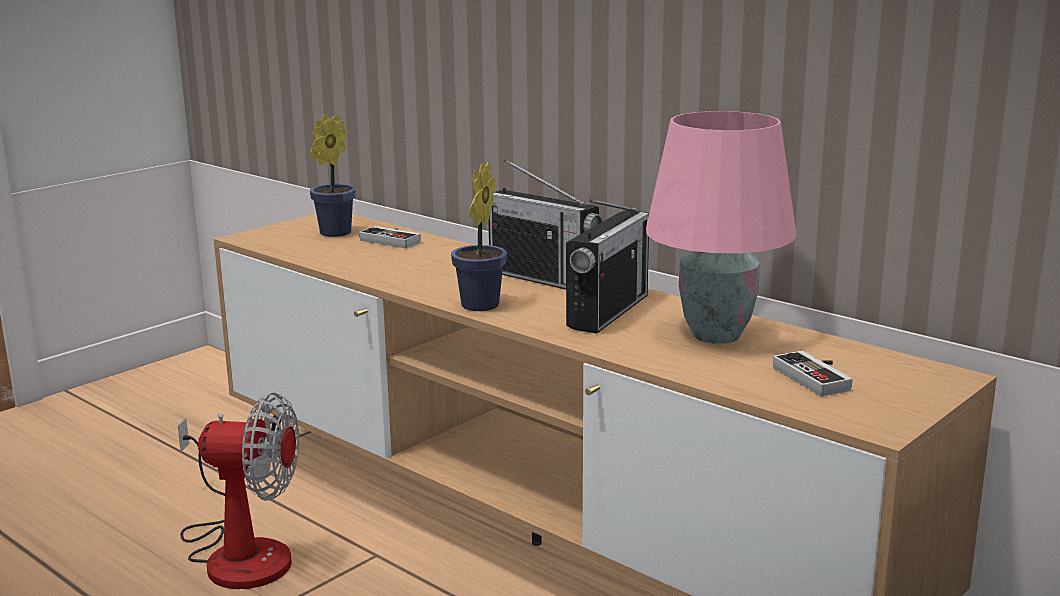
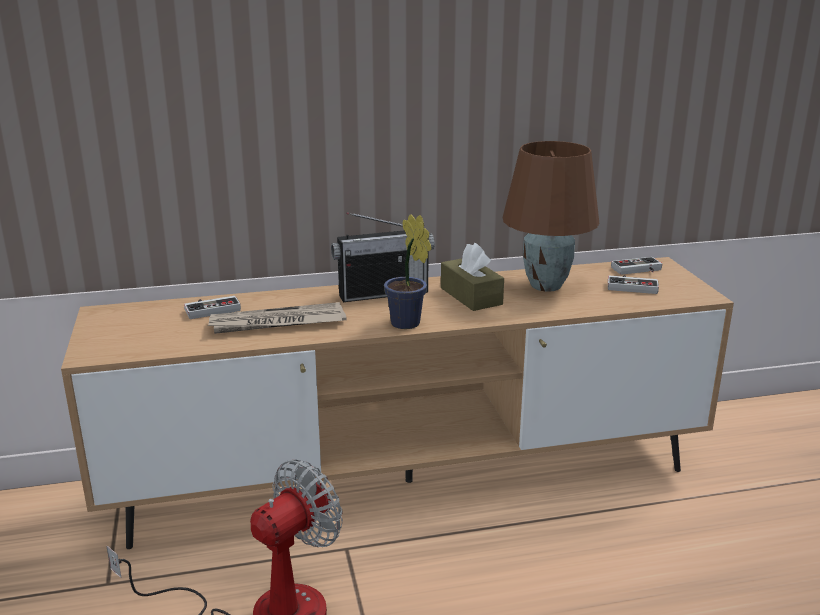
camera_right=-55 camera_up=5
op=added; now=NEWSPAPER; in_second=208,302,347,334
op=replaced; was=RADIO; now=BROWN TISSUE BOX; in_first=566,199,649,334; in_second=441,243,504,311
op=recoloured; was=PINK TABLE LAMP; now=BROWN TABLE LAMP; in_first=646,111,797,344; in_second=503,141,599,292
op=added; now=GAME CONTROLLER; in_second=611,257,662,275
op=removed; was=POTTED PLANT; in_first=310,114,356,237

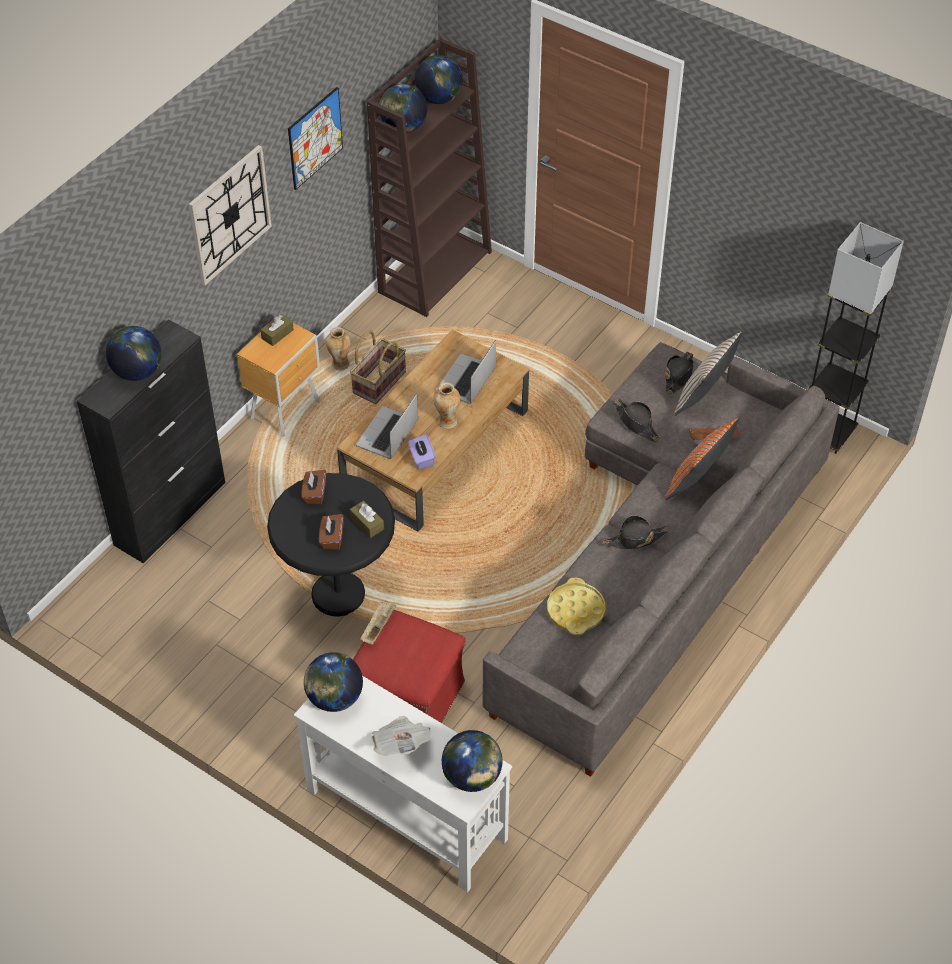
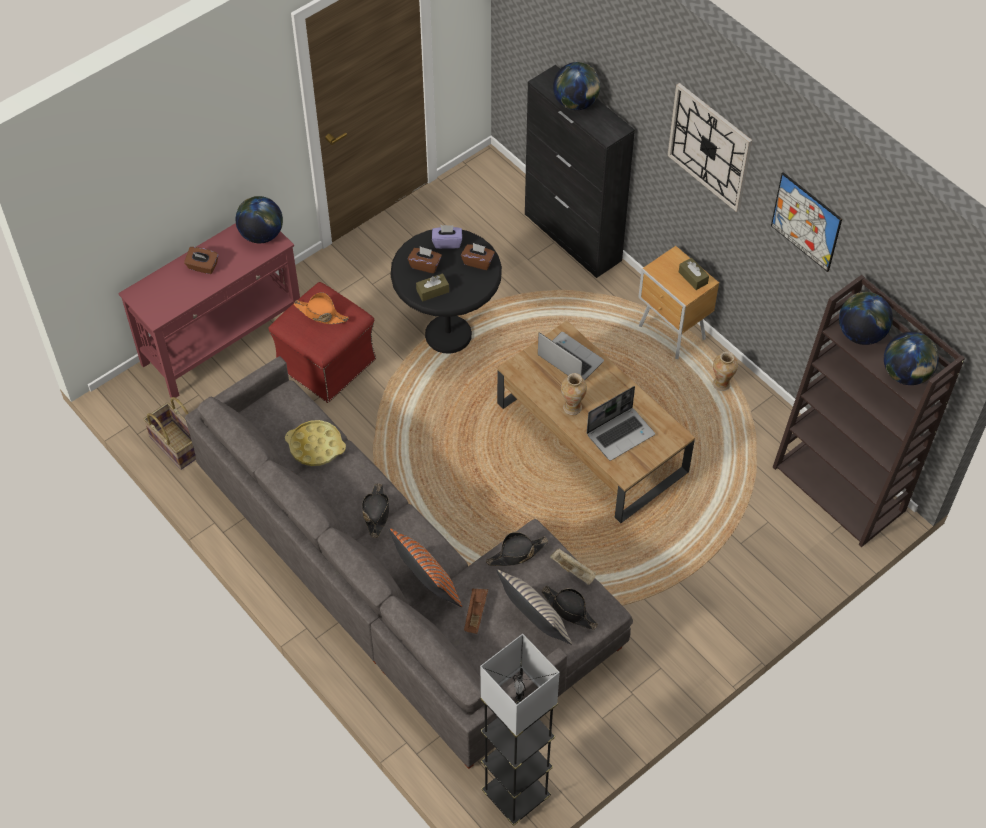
camera_right=105 camera_up=5
op=recoloured; was=WHITE CONSOLE TABLE; now=RED CONSOLE TABLE; in_first=294,676,512,893; in_second=118,223,300,398
op=moved; was=BASKET; in_first=350,330,406,404; in_second=143,397,196,470
op=replaced; was=NEWSPAPER; now=BROWN TISSUE BOX; in_first=371,716,431,756; in_second=184,247,218,274
op=added; now=ORANGE HAT; in_second=294,292,349,324
op=moved; was=PURPLE TISSUE BOX; in_first=408,434,435,469; in_second=432,225,462,249
op=moved; was=BEIGE TRAY; in_first=360,601,397,645; in_second=550,549,596,585
op=turned; was=LAPTOP; in_first=436,340,496,404; in_second=587,386,655,461; clockwise=105
op=removed; was=GLOBE; in_first=442,730,503,792

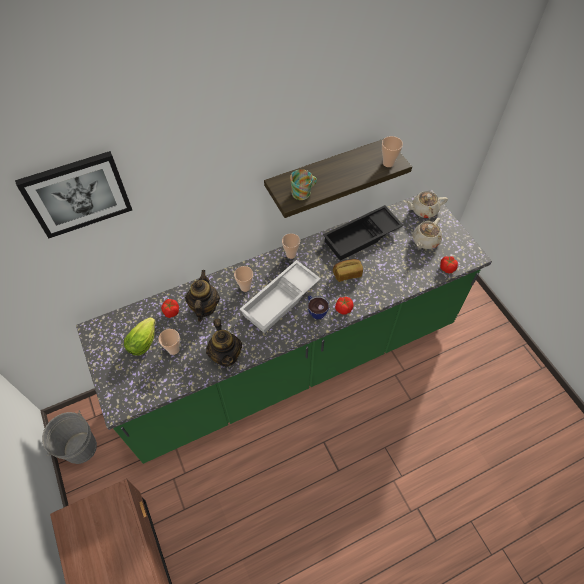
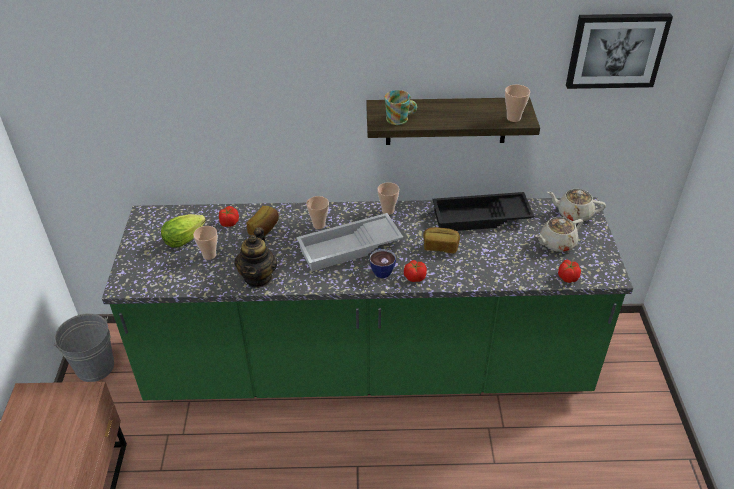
camera_right=25 camera_up=-15
op=replaced; was=TEAPOT; now=BREAD; in_first=185,270,220,322; in_second=246,206,279,236
op=moved; was=PICTURE; in_first=15,151,132,238; in_second=566,13,673,89

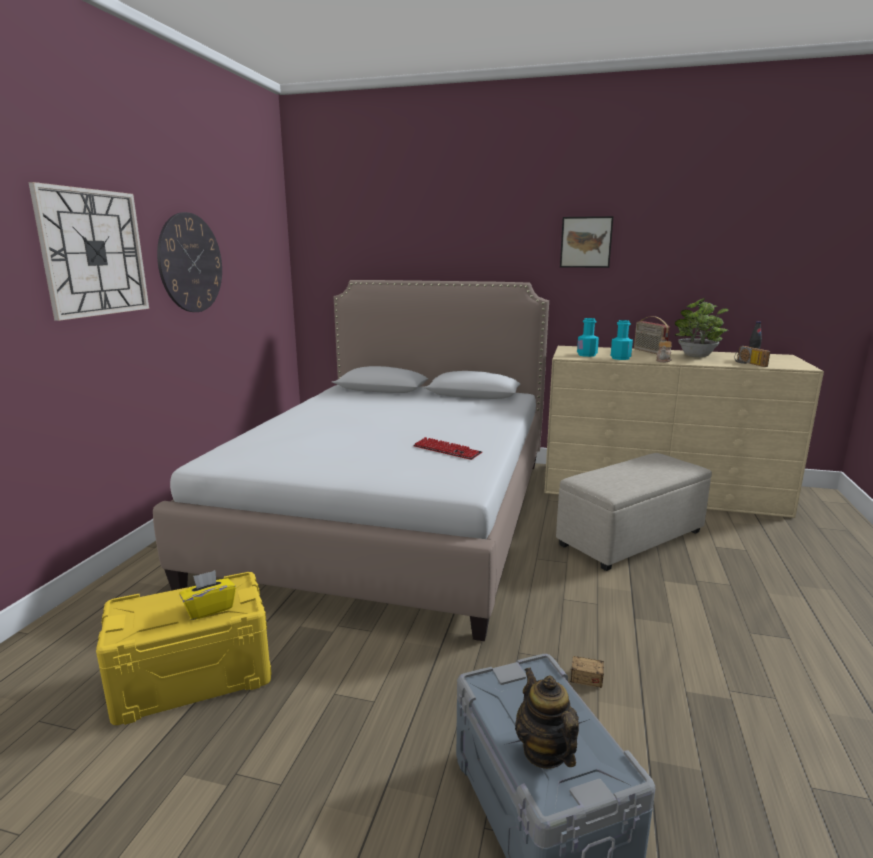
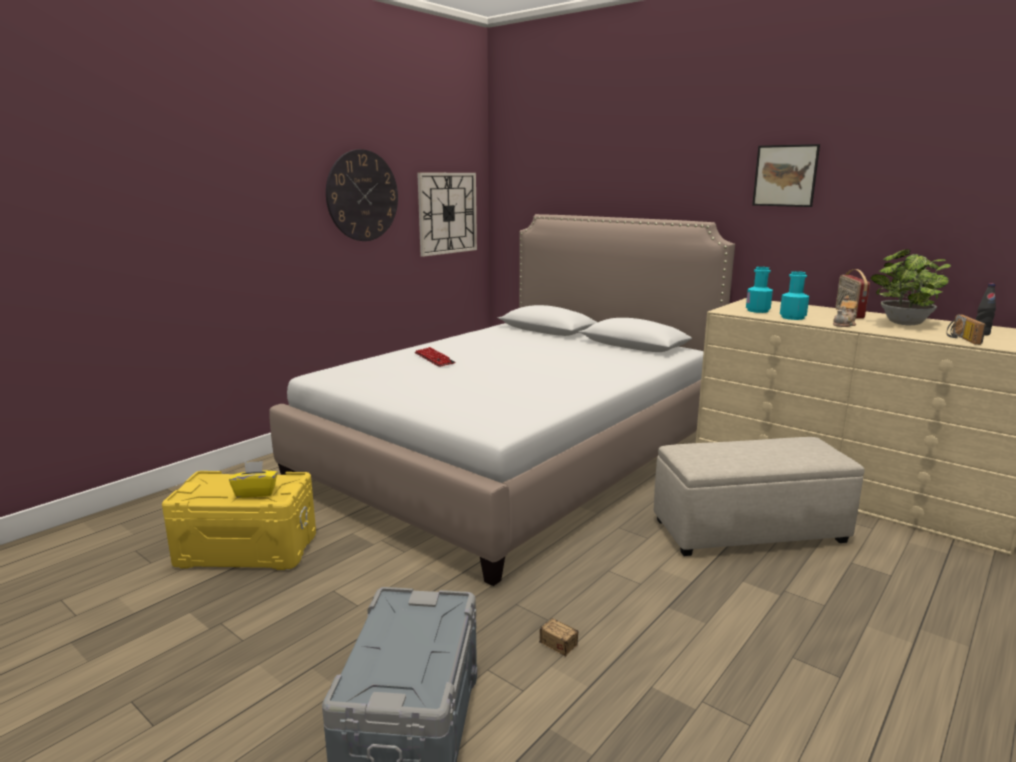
camera_right=25 camera_up=0
op=moved; was=KEYBOARD; in_first=413,437,482,460; in_second=415,347,456,367
op=moved; was=WALL CLOCK; in_first=28,182,149,321; in_second=417,173,477,257
op=removed; was=TEAPOT; in_first=515,667,579,769

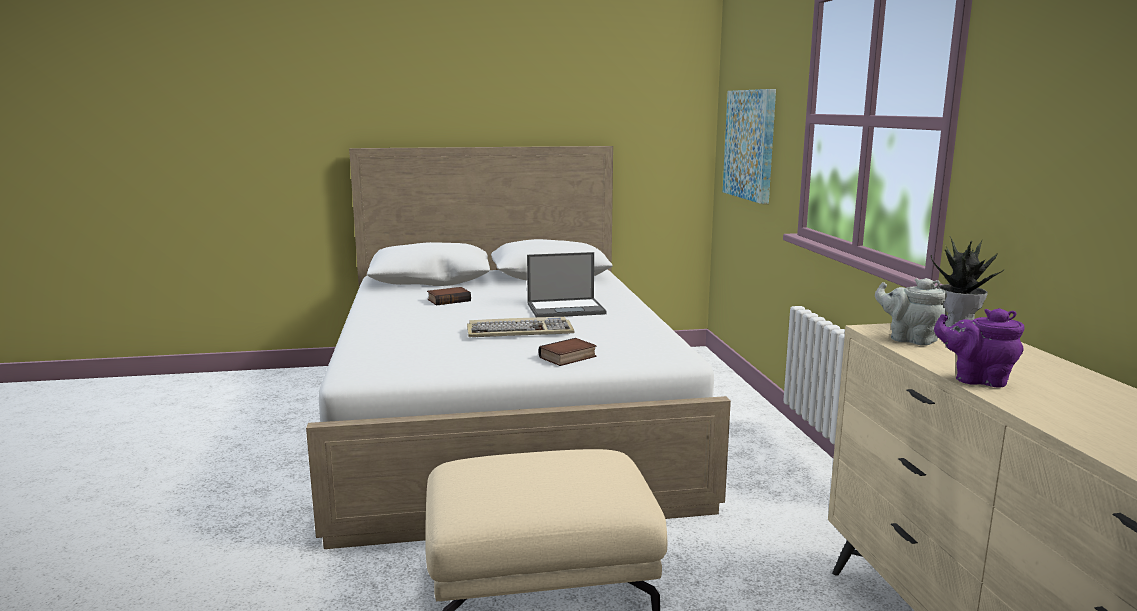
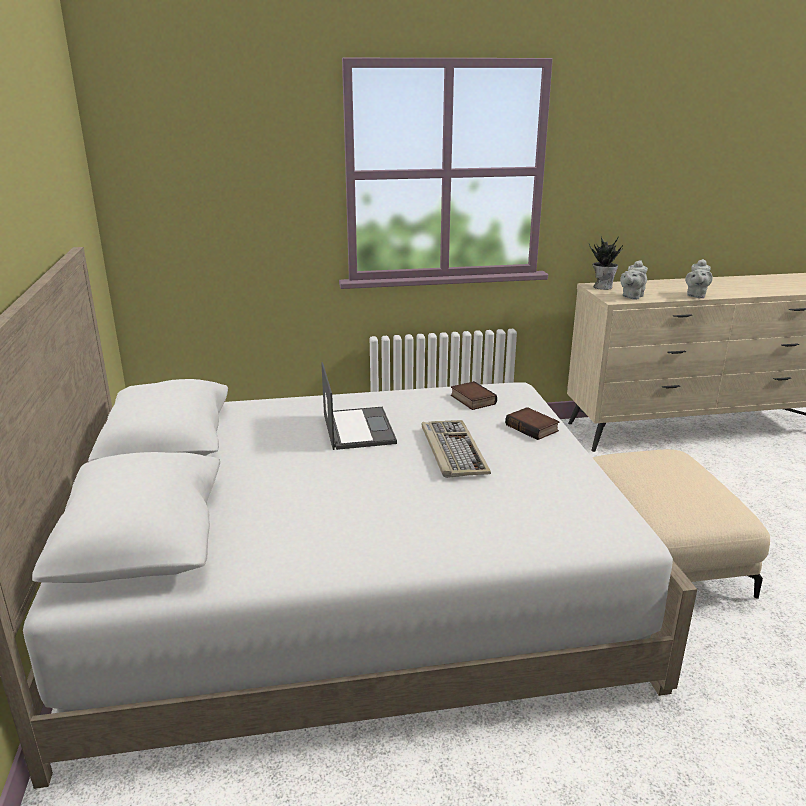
camera_right=-90 camera_up=10
op=moved; was=BOOK; in_first=427,287,471,305; in_second=451,381,497,410
op=recoloured; was=PURPLE TEAPOT; now=GREY TEAPOT; in_first=934,308,1024,388; in_second=685,259,713,298
op=removed; was=PICTURE; in_first=723,89,776,204

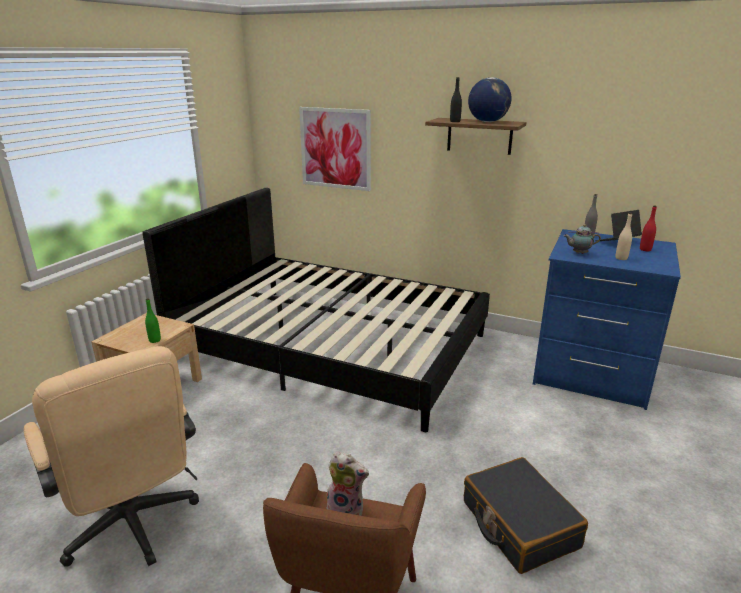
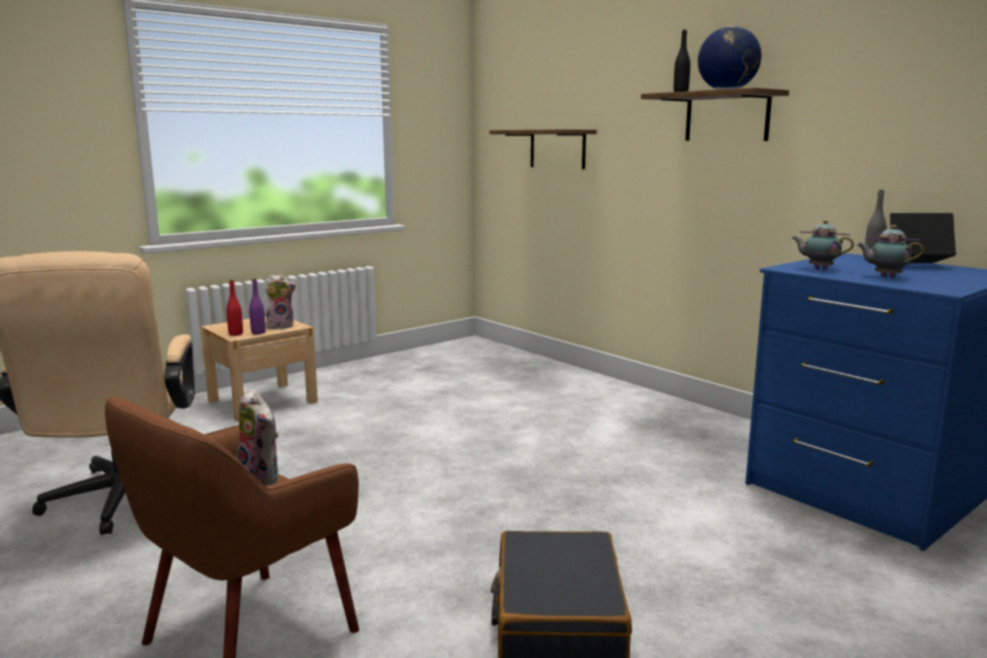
camera_right=25 camera_up=-10
op=moved; was=RED BOTTLE; in_first=640,206,657,251; in_second=226,280,243,336
op=recoloured; was=GREEN BOTTLE; now=PURPLE BOTTLE; in_first=145,298,161,343; in_second=249,279,266,334
op=added; now=PLUSH TOY; in_second=265,275,296,329
op=replaced; was=PICTURE; now=SHELF; in_first=299,107,371,191; in_second=490,129,597,169
op=replaced; was=BEIGE BOTTLE; now=TEAPOT; in_first=615,213,632,260; in_second=857,225,924,277
op=removed; was=BLACK BED; in_first=142,188,490,432

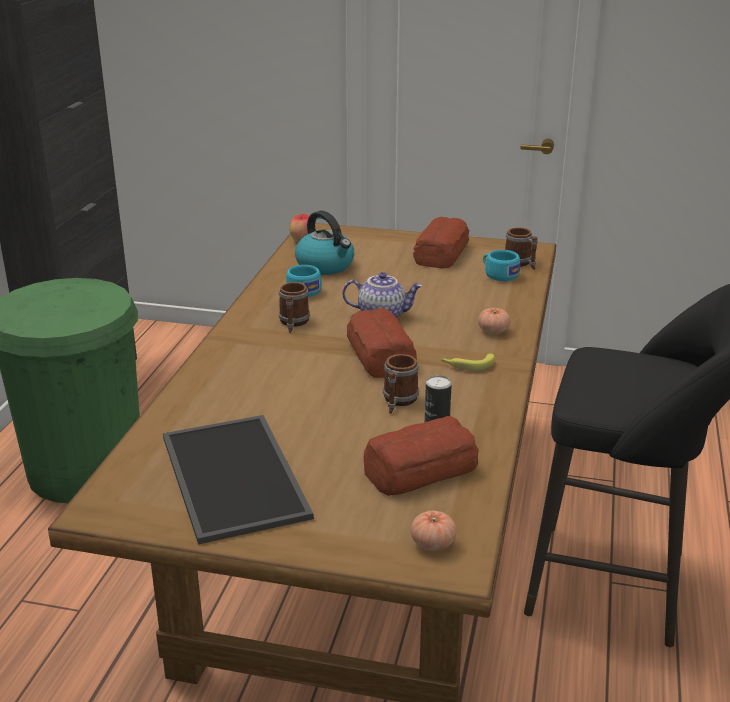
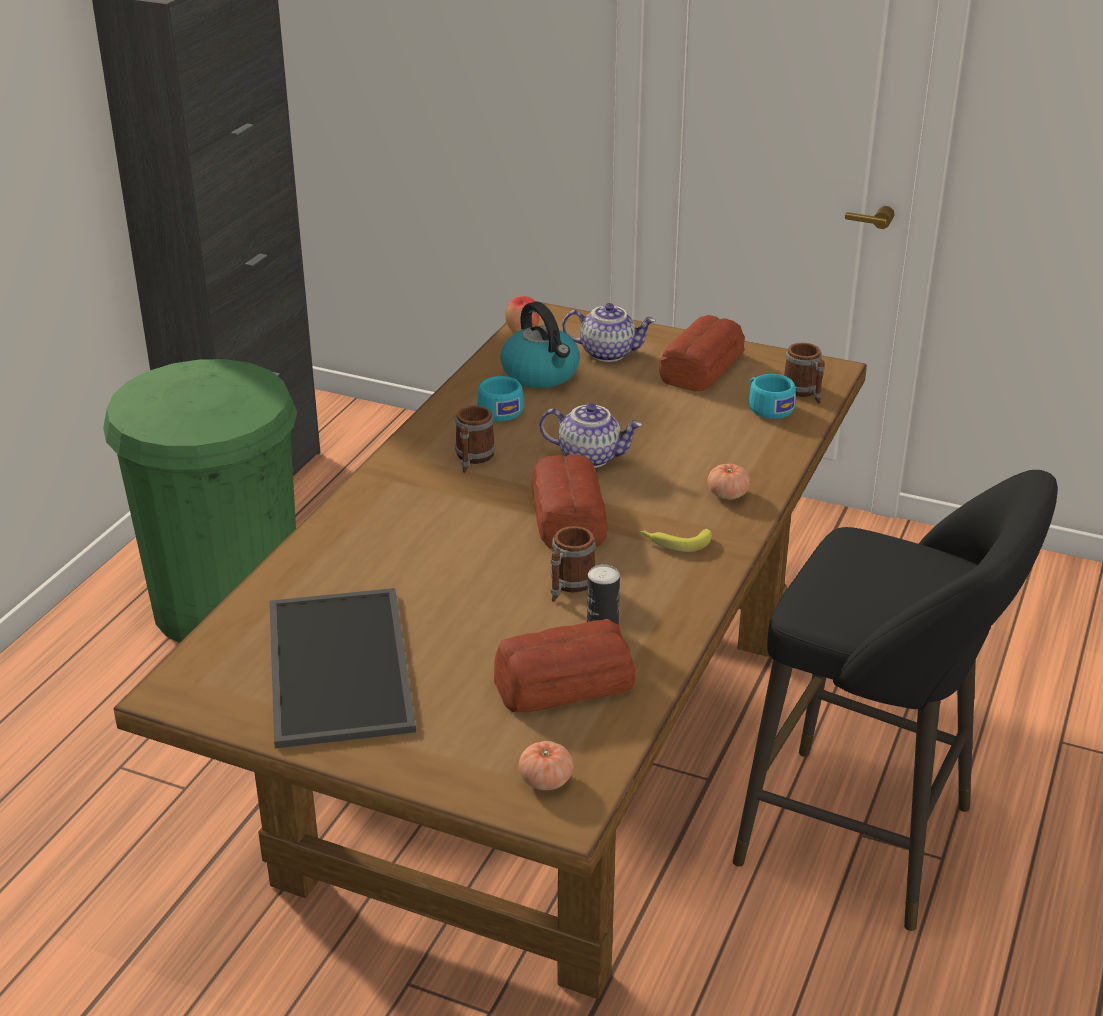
camera_right=10 camera_up=5
op=added; now=TEAPOT; in_second=562,303,656,362

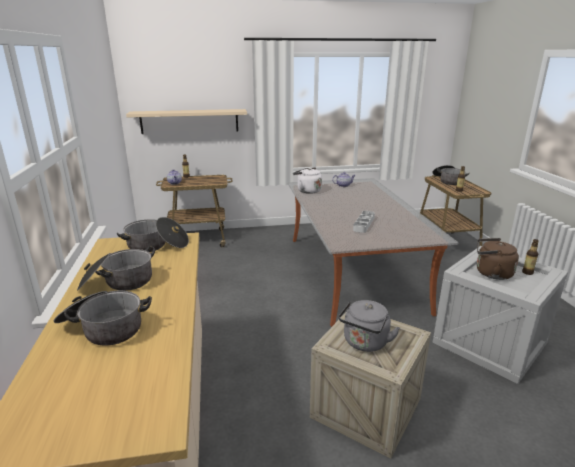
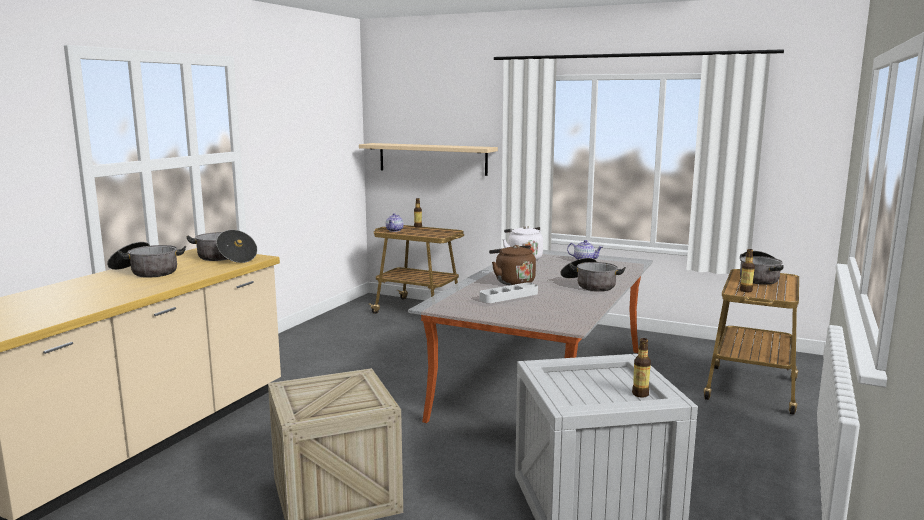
camera_right=35 camera_up=-10
op=moved; was=BROWN KETTLE; in_first=477,238,519,280; in_second=489,245,536,285
op=moved; was=COOKING POT; in_first=54,291,152,345; in_second=560,258,626,291
op=removed; was=GREY KETTLE; in_first=339,300,400,352

